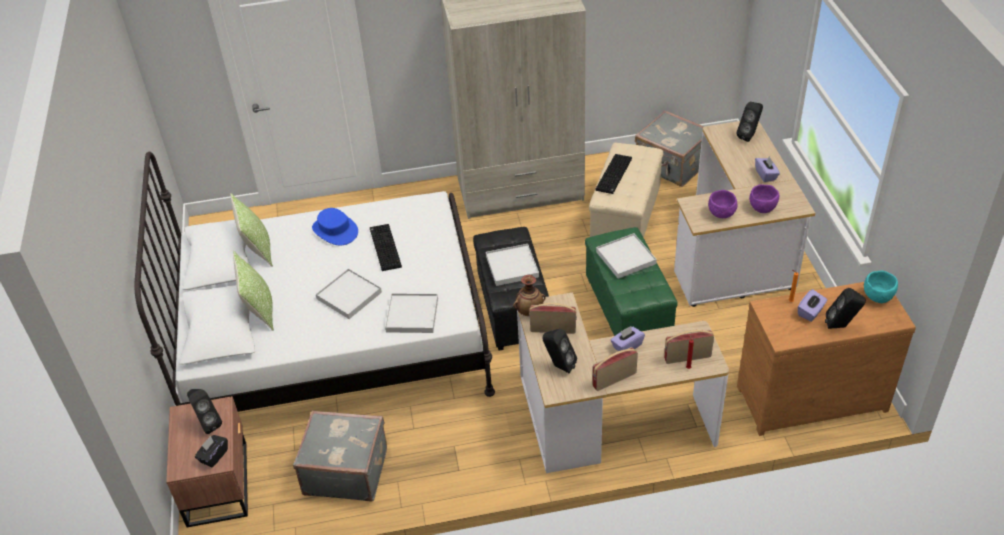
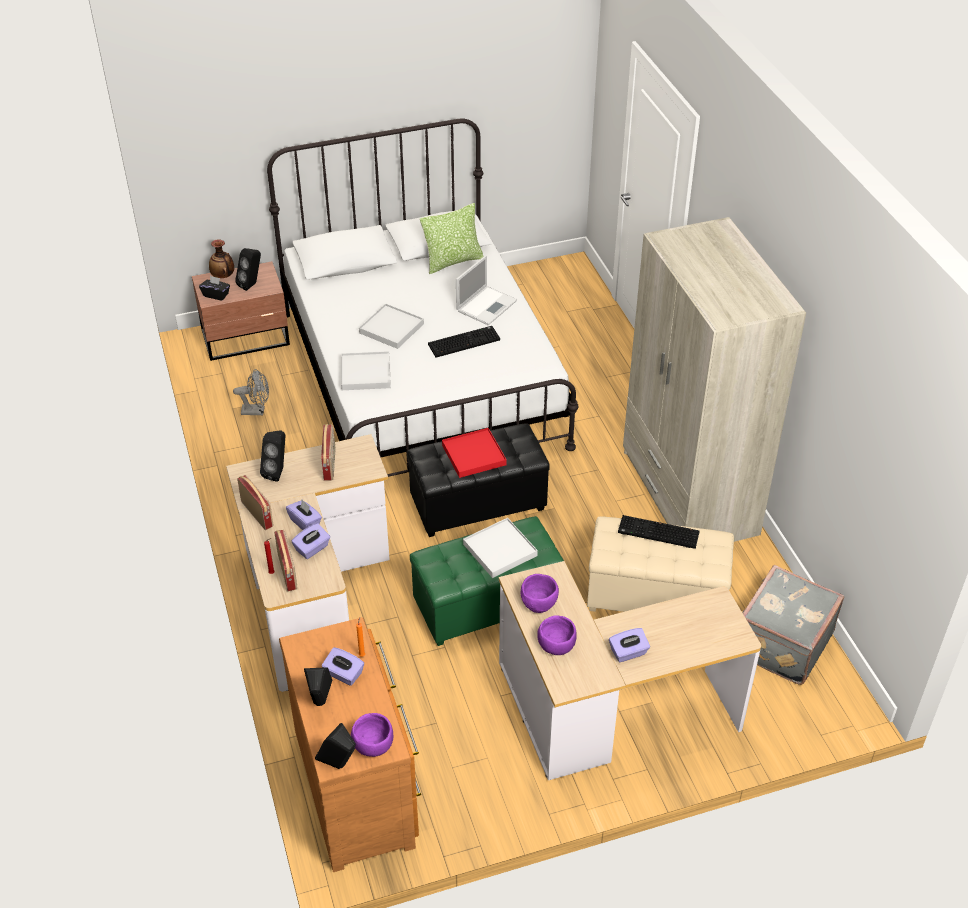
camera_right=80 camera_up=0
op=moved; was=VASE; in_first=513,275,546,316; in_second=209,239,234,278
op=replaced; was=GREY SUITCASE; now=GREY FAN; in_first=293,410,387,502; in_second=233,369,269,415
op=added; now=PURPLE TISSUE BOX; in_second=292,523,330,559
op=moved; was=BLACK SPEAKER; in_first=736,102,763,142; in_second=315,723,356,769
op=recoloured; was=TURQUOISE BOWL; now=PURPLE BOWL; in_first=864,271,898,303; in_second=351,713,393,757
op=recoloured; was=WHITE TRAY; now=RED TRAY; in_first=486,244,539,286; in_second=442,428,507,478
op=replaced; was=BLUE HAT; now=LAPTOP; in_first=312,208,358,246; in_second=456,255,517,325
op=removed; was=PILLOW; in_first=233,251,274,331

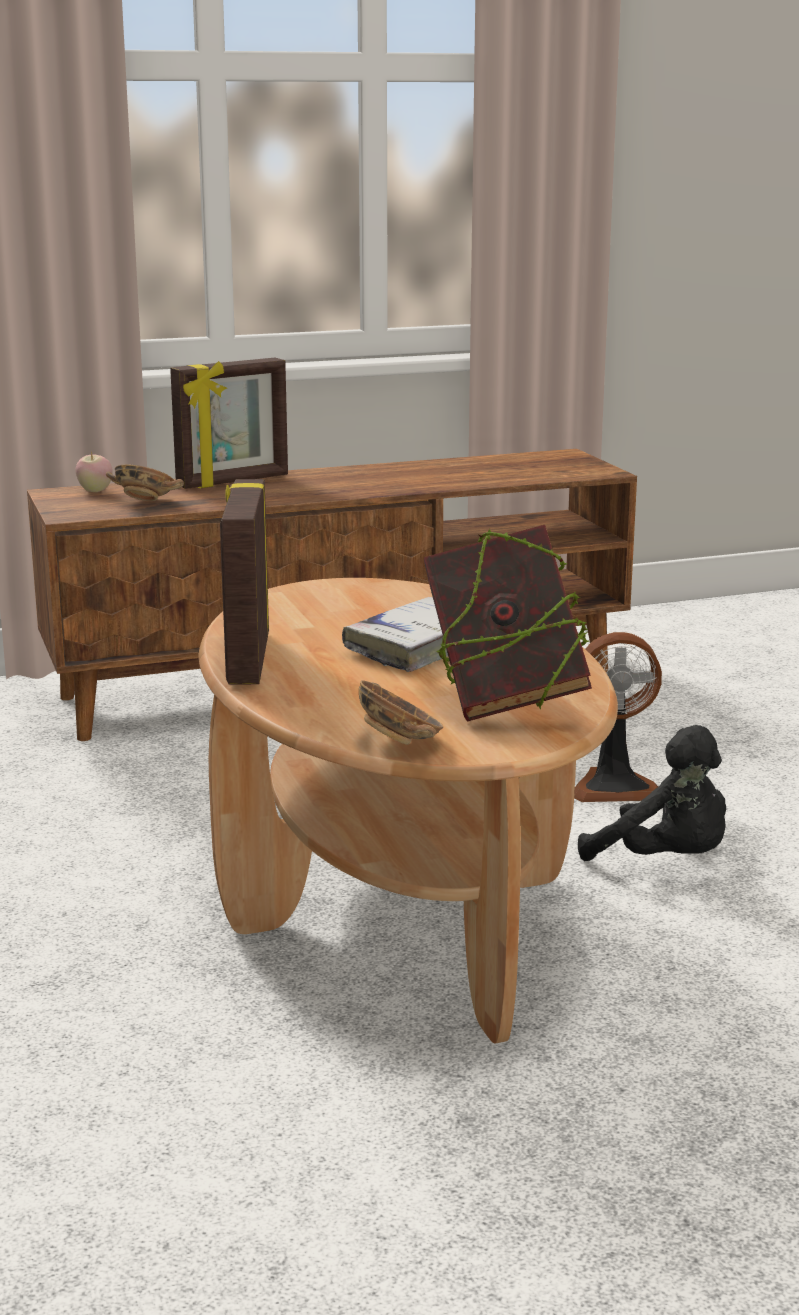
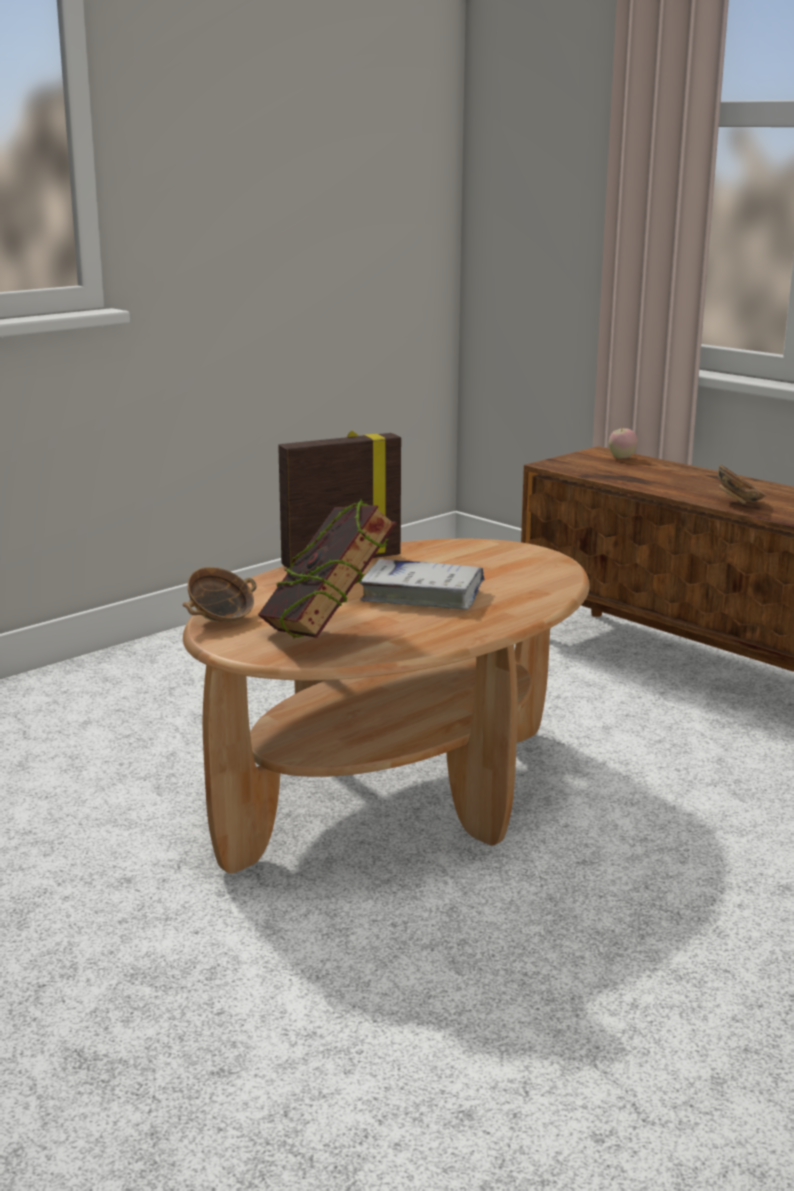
camera_right=65 camera_up=0
op=moved; was=BOWL; in_first=106,464,184,501; in_second=718,465,766,504
op=removed; was=PICTURE FRAME; in_first=170,358,288,489
op=removed; was=FAN; in_first=574,632,662,802
op=removed; was=BLACK PLUSH TOY; in_first=578,725,726,861

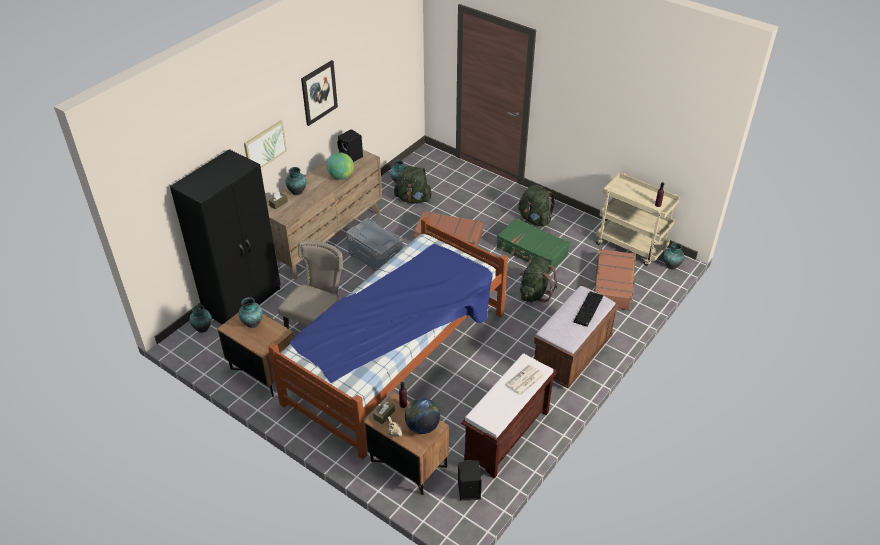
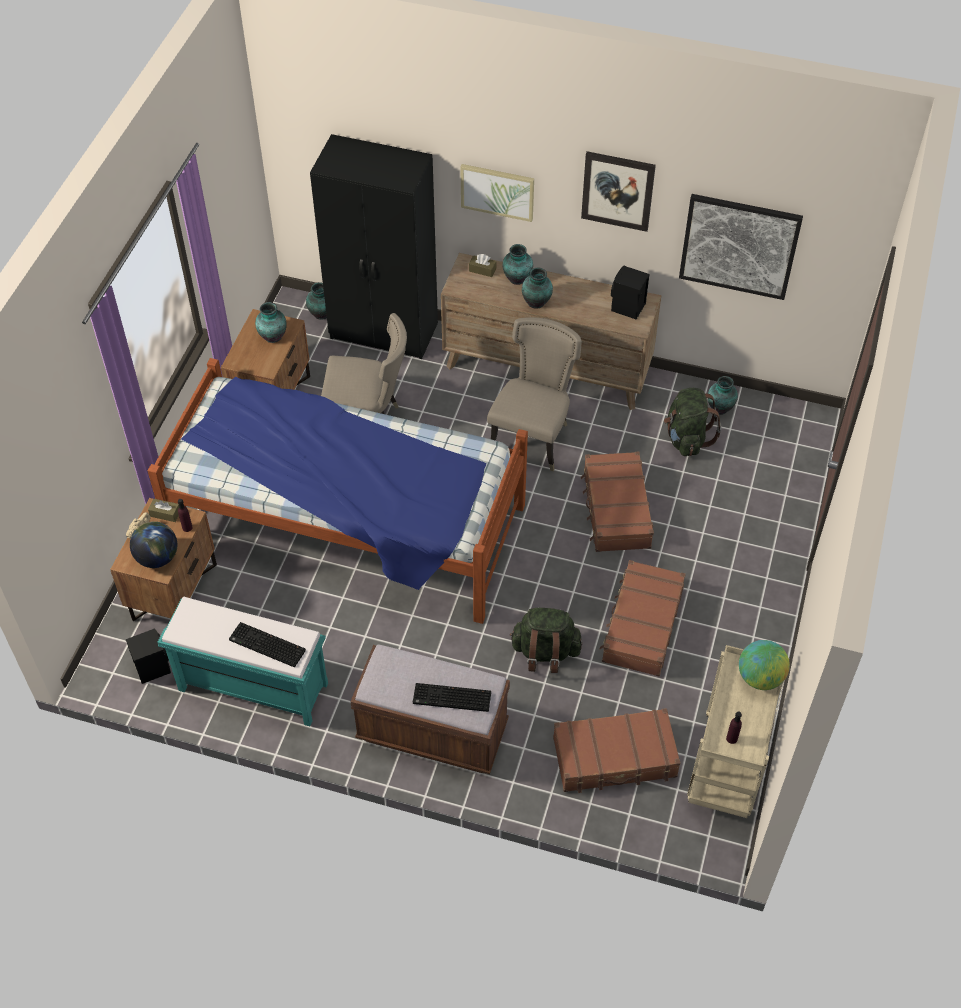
camera_right=70 camera_up=10
op=recoloured; was=BROWN BENCH; now=TURQUOISE BENCH; in_first=461,353,557,478; in_second=157,597,328,726
op=replaced; was=NEWSPAPER; now=KEYBOARD; in_first=506,364,544,396; in_second=229,622,306,667
op=replaced; was=GREY STORAGE BOX; now=BEIGE CHAIR; in_first=346,218,403,271; in_second=487,317,582,471
op=moved; was=VASE; in_first=664,243,684,270; in_second=522,267,553,309
op=recoloured; was=GREEN SUITCASE; now=BROWN SUITCASE; in_first=497,218,570,273; in_second=600,560,686,676
op=added; now=PICTURE; in_second=679,194,803,300
op=moved; was=GLOBE; in_first=327,153,354,180; in_second=739,640,790,690
op=removed; was=GREEN BACKPACK; in_first=518,185,555,227

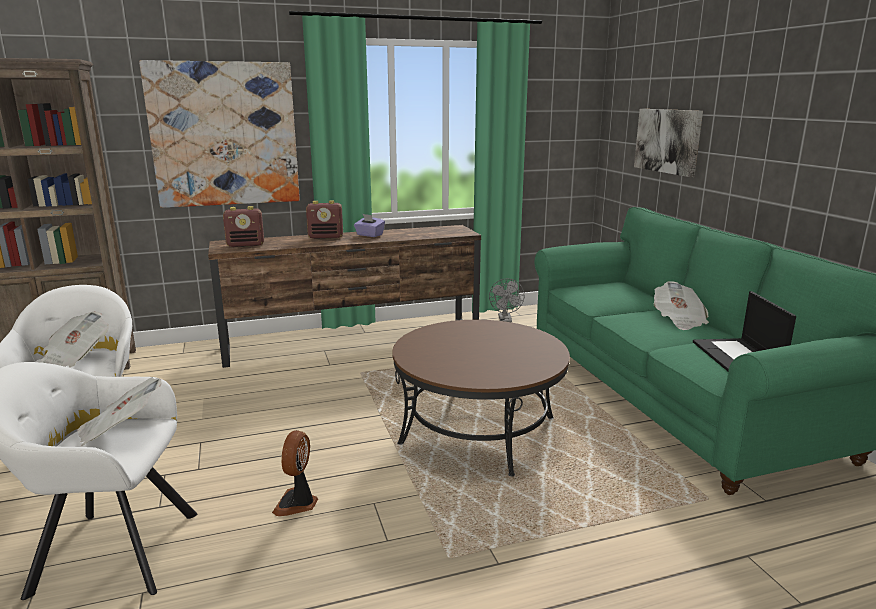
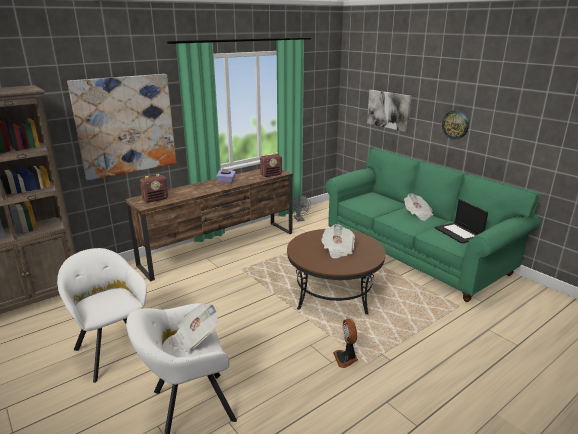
camera_right=-20 camera_up=5
op=moved; was=RADIO; in_first=306,200,343,239; in_second=260,153,282,177
op=moved; was=NEWSPAPER; in_first=40,312,109,367; in_second=321,224,355,258
op=moved; was=FAN; in_first=272,430,318,516; in_second=333,319,358,368
op=added; now=WALL CLOCK; in_second=442,110,469,139

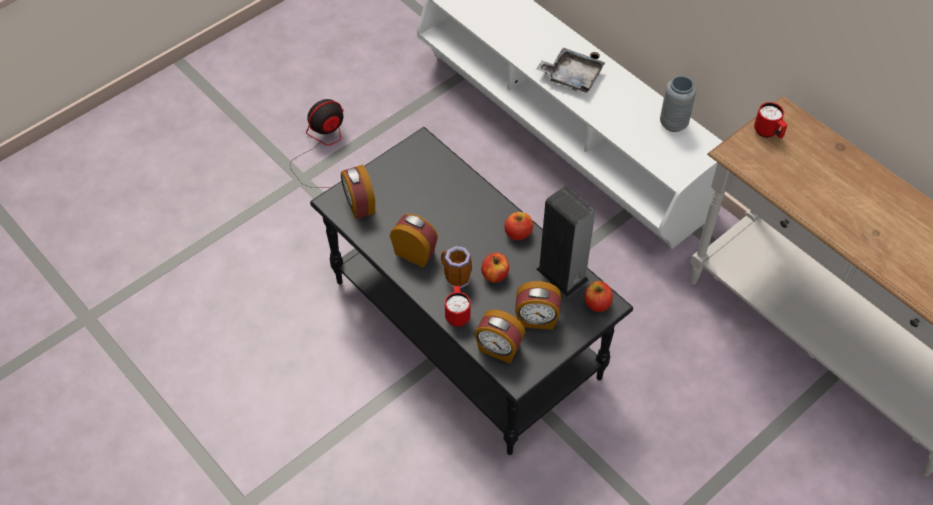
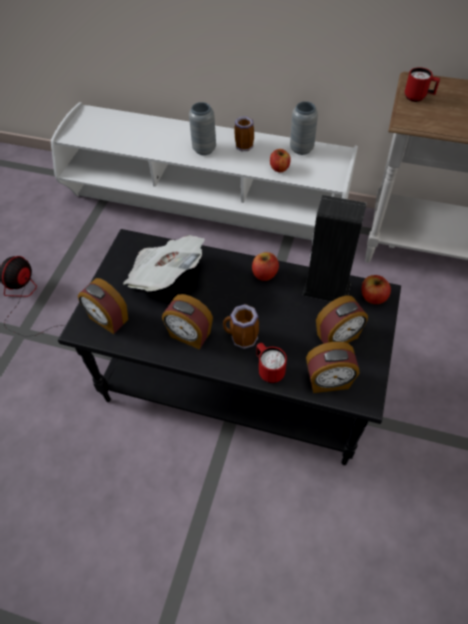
camera_right=-30 camera_up=0
op=added; now=NEWSPAPER; in_second=123,235,205,291
op=turned; was=ALARM CLOCK; in_first=390,214,438,267; in_second=162,294,213,350; clockwise=-150
op=replaced; was=GREY TRAY; now=GREY VASE; in_first=536,47,605,93; in_second=189,102,216,155
op=added; now=MUG; in_second=234,116,254,151
op=moved; was=APPLE; in_first=481,253,509,283; in_second=270,149,291,172

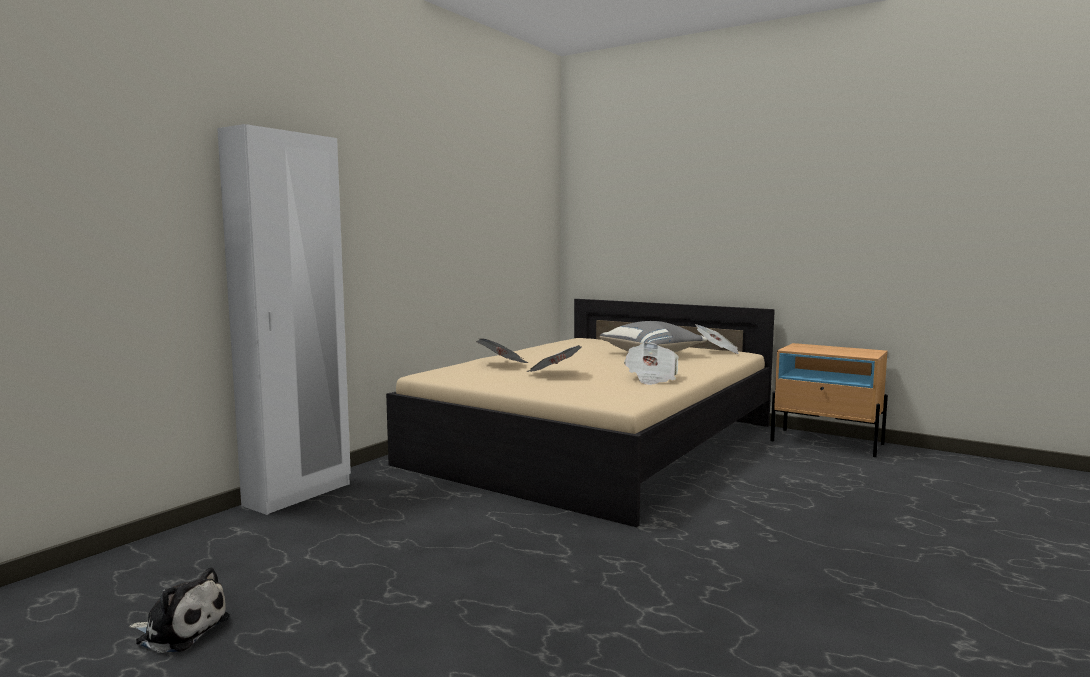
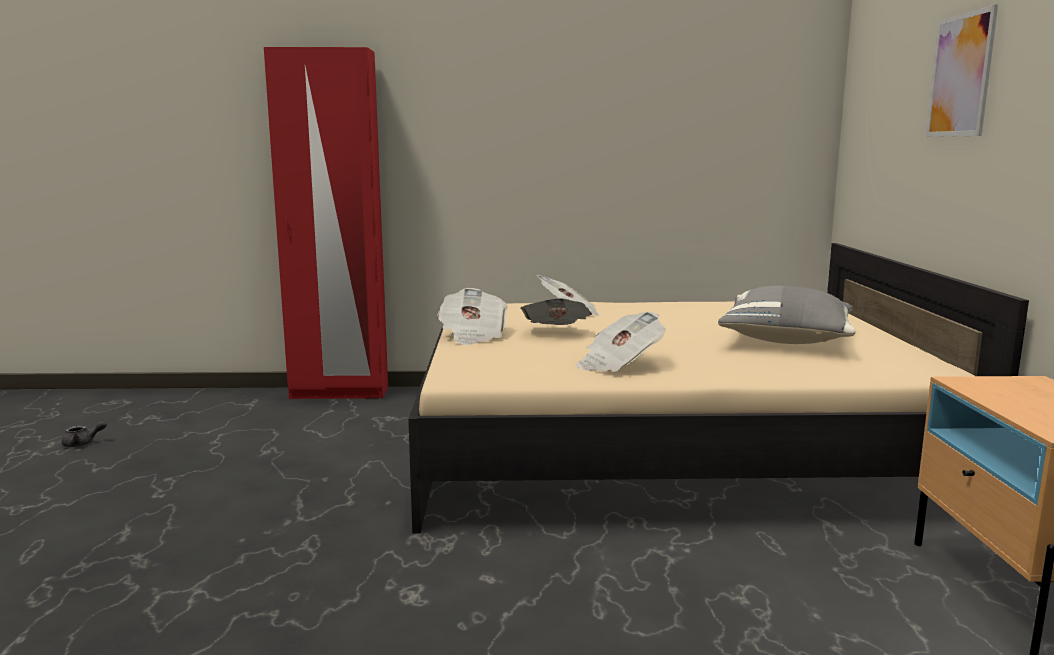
camera_right=55 camera_up=5
op=replaced; was=PLUSH TOY; now=GREY TEAPOT; in_first=129,567,230,653; in_second=62,421,107,447
op=recoloured; was=WHITE WARDROBE; now=RED WARDROBE; in_first=217,124,351,515; in_second=264,47,388,399
op=moved; was=NEWSPAPER; in_first=695,324,739,354; in_second=437,288,508,345
op=added; now=PICTURE; in_second=926,5,998,137

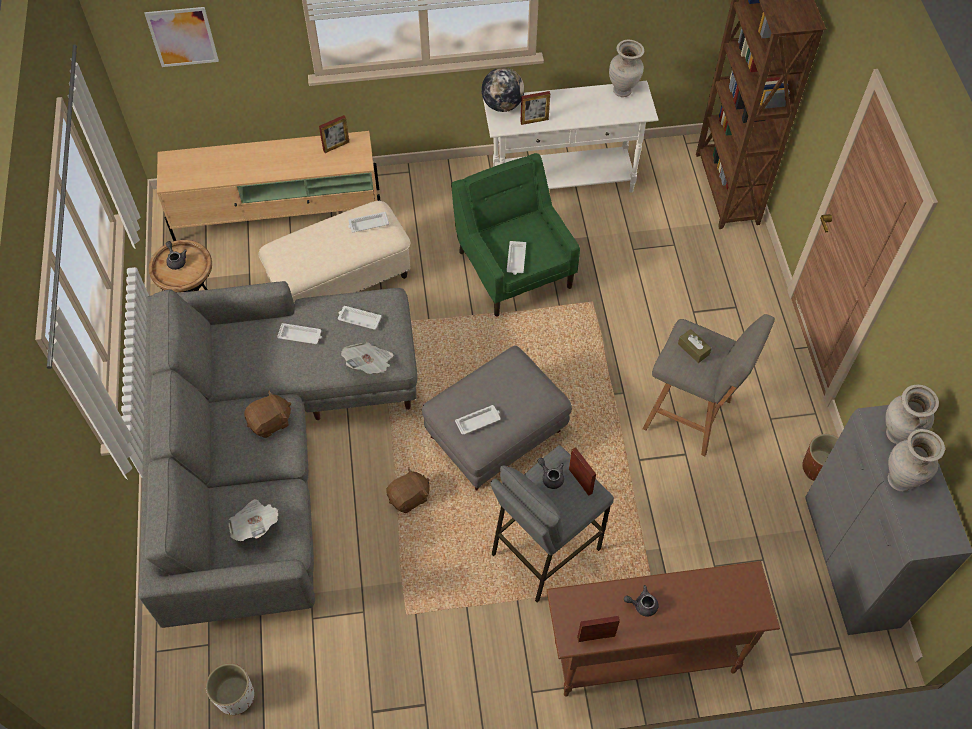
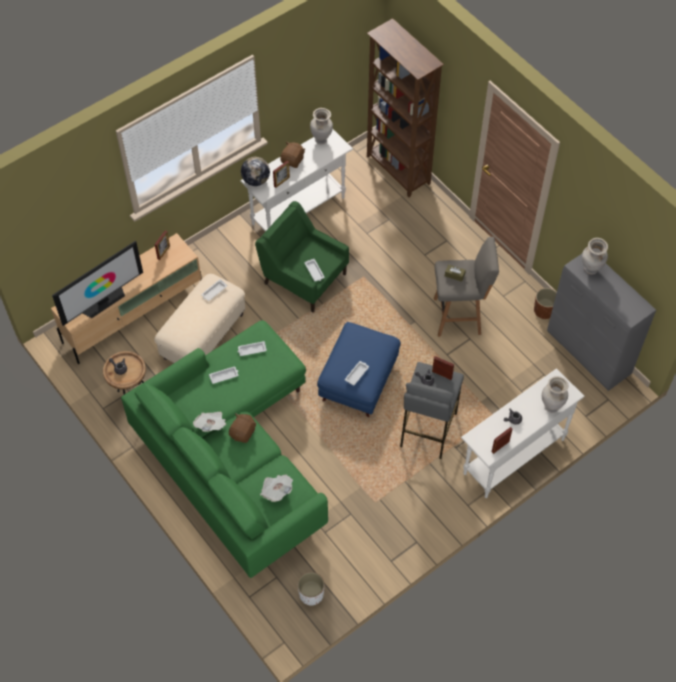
camera_right=-30 camera_up=0
op=added; now=TELEVISION; in_second=52,241,143,326
op=recoloured; was=GREY SOFA; now=GREEN SOFA; in_first=139,281,418,628; in_second=121,320,328,578
op=moved; was=NEWSPAPER; in_first=341,342,394,374; in_second=193,412,226,432
op=moved; was=BROWN PLUSH TOY; in_first=386,468,430,513; in_second=280,142,306,168
op=recoloured; was=GREY OTTOMAN; now=BLUE OTTOMAN; in_first=422,346,572,491; in_second=317,322,401,417
op=recoloured; was=BROWN CONSOLE TABLE; now=WHITE CONSOLE TABLE; in_first=547,561,780,697; in_second=461,368,585,498
op=moved; was=BEIGE VASE; in_first=888,429,945,491; in_second=542,376,568,413
op=removed; was=PICTURE; in_first=144,7,219,67

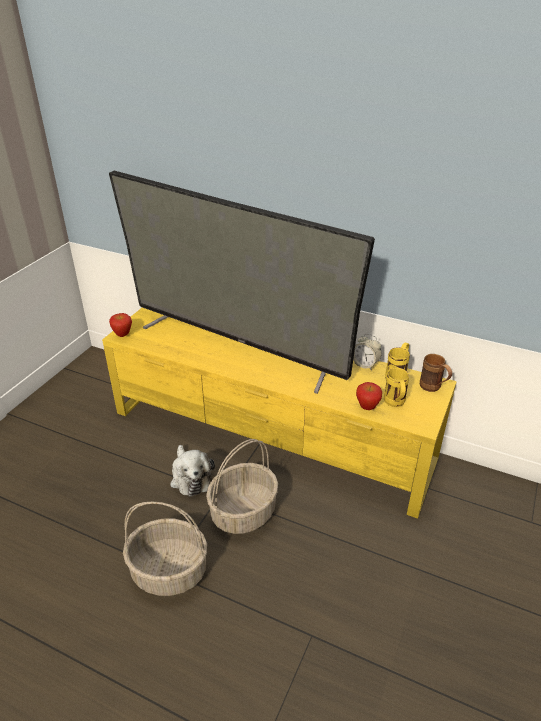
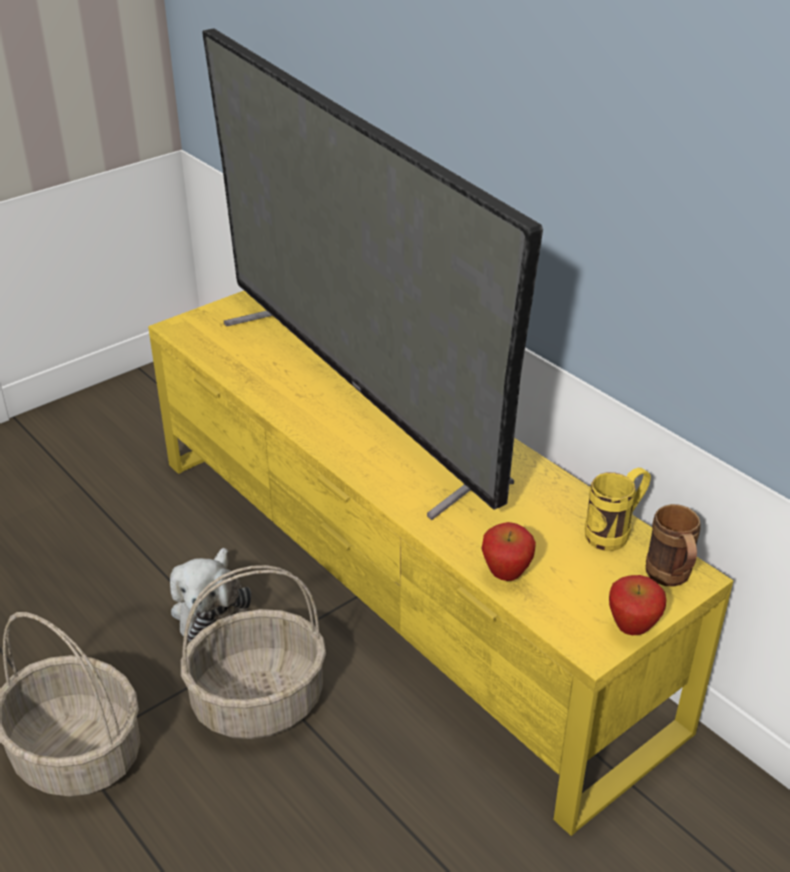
camera_right=25 camera_up=0
op=moved; was=APPLE; in_first=109,313,132,337; in_second=609,575,666,635
op=removed; was=ALARM CLOCK; in_first=353,333,382,369
op=removed; was=YELLOW MUG; in_first=384,368,409,407

